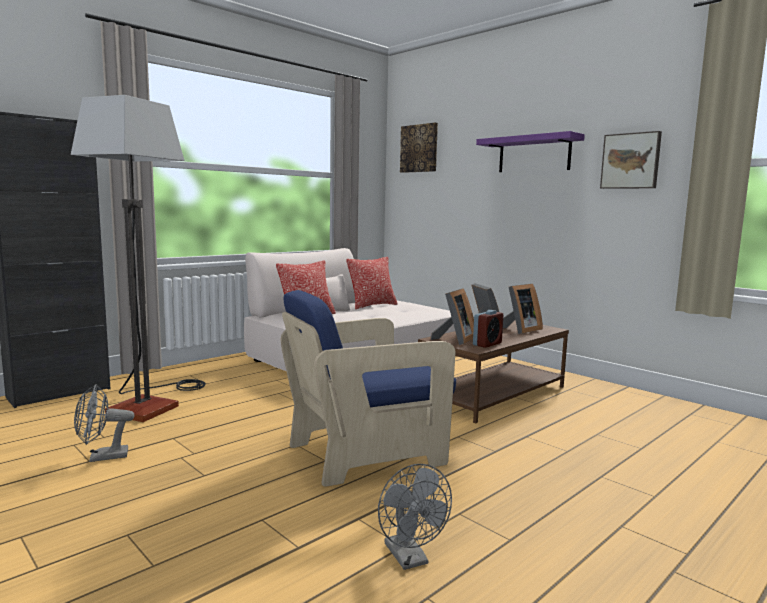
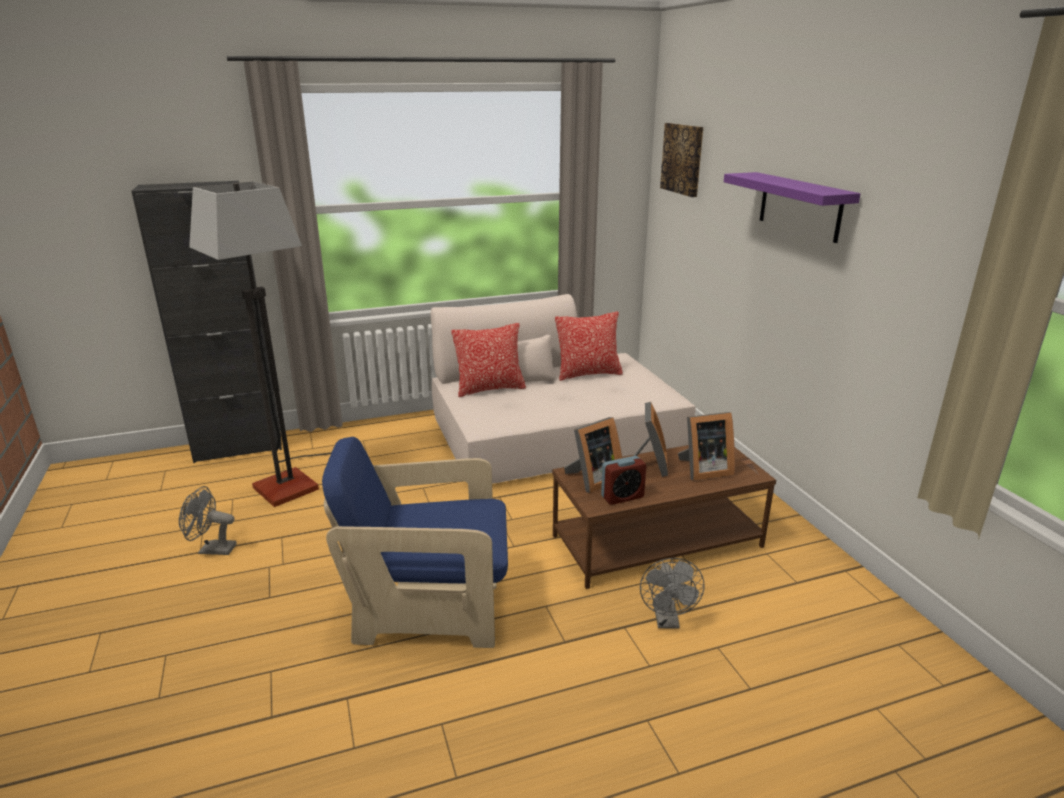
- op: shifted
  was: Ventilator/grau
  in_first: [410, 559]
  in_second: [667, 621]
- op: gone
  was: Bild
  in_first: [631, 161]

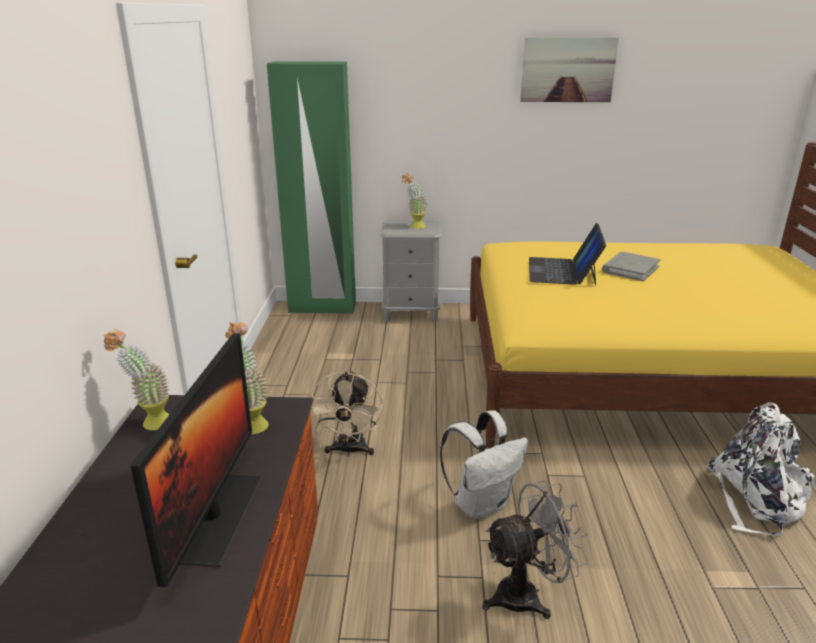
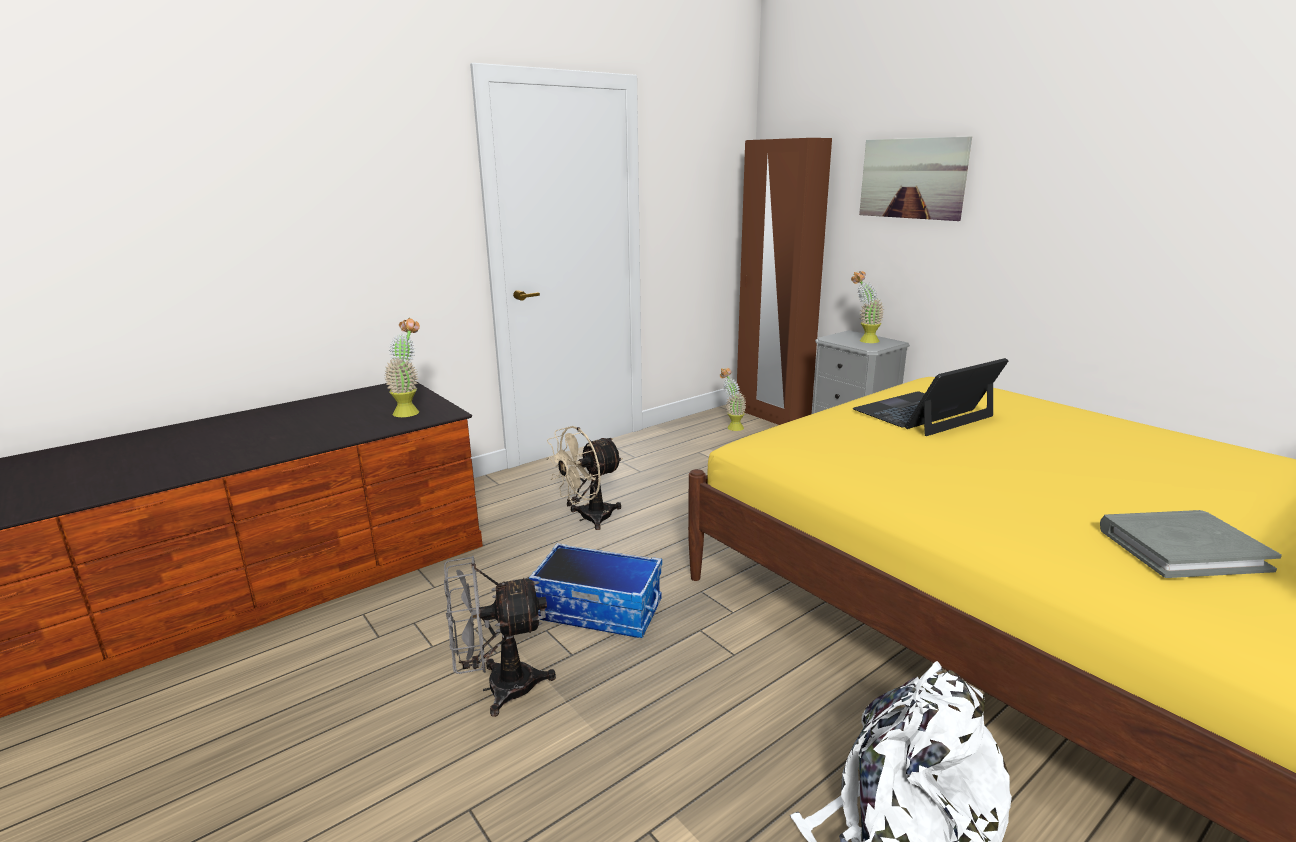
- op: rotated
  was: Ventilator/grau
  in_first: [527, 594]
  in_second: [498, 688]
  clockwise: 135
- op: swapped
  was: Rucksack/weiß
  now: Aufbewahrungsbox
  in_first: [481, 504]
  in_second: [599, 610]
- op: shifted
  was: Topfpflanze
  in_first: [149, 423]
  in_second: [731, 427]
- op: repainted
  was: Kleiderschrank/grün
  now: Kleiderschrank/braun
  in_first: [322, 308]
  in_second: [772, 416]
- op: shifted
  was: Bild
  in_first: [568, 70]
  in_second: [912, 178]
- op: shifted
  was: Buch/grau
  in_first: [630, 269]
  in_second: [1181, 549]
- op: gone
  was: Monitor
  in_first: [215, 517]

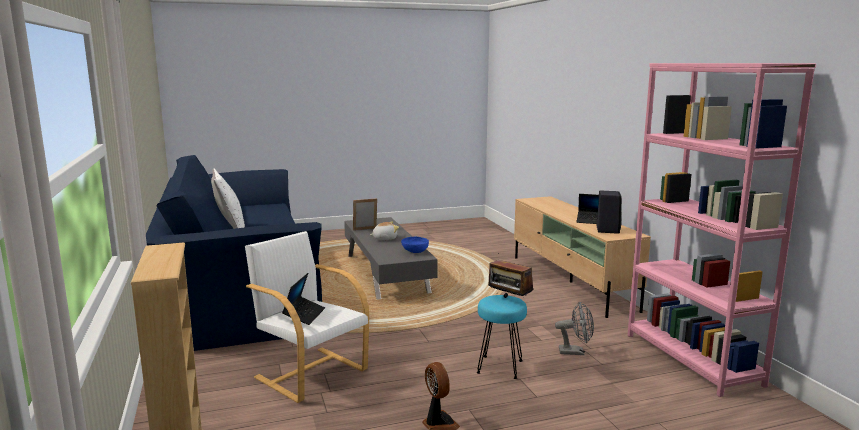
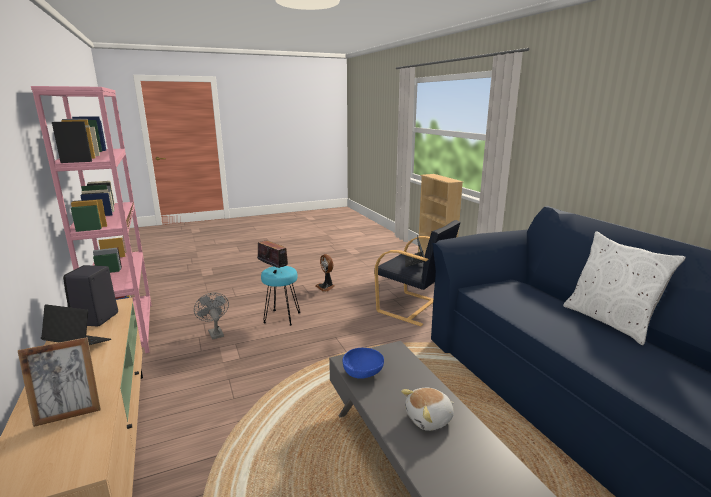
- op: shifted
  was: Bilderrahmen
  in_first: [365, 229]
  in_second: [69, 413]
- op: rotated
  was: Ventilator/grau
  in_first: [575, 352]
  in_second: [214, 332]
  clockwise: 60
- op: repainted
  was: Sessel/weiß
  now: Sessel/schwarz
  in_first: [310, 373]
  in_second: [413, 308]

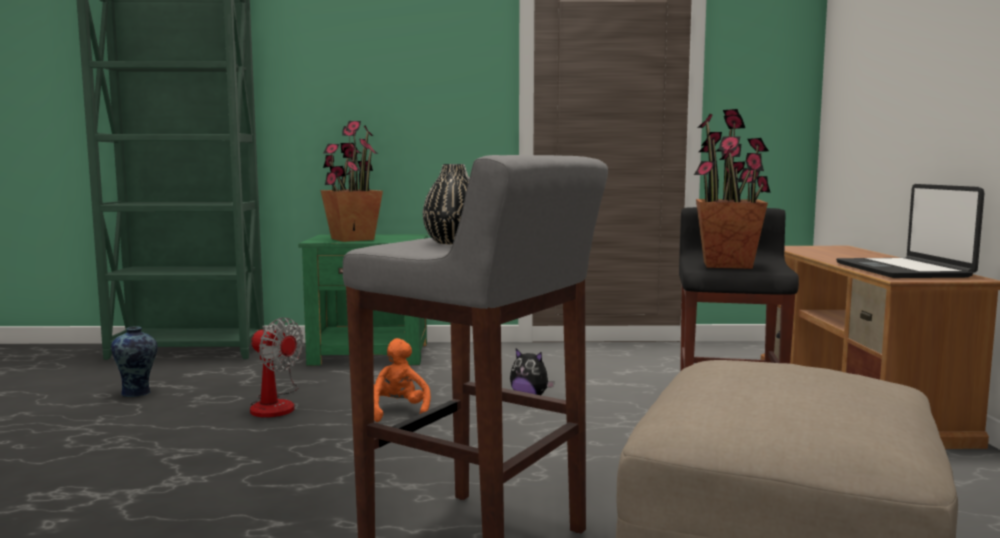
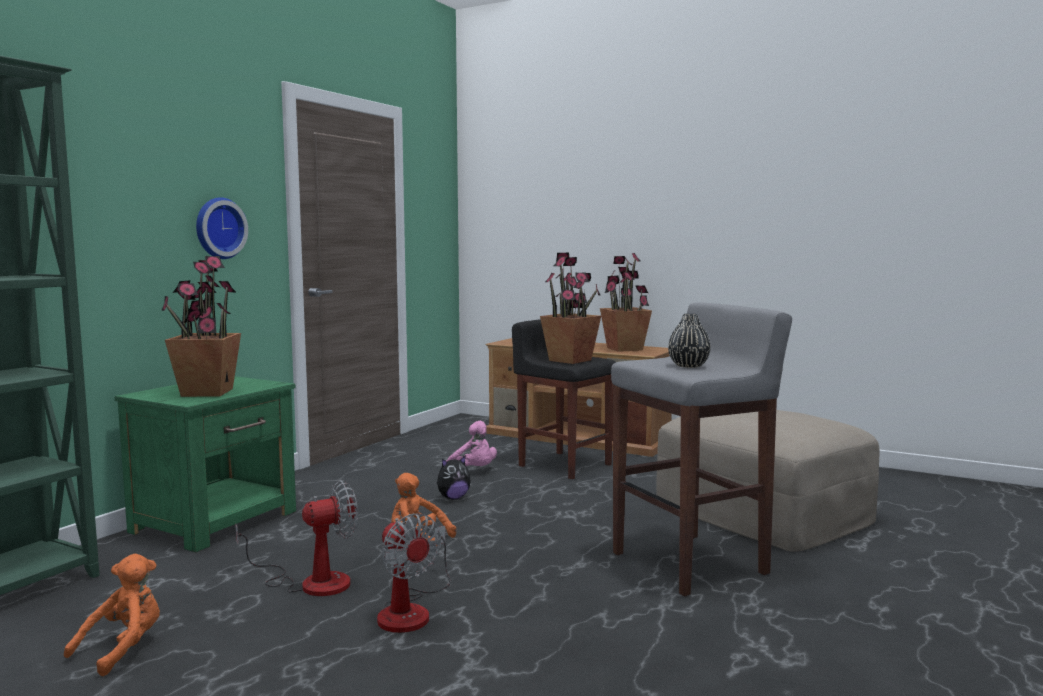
- op: swapped
  was: Vase
  now: Plüschtier/orange
  in_first: [137, 393]
  in_second: [123, 648]
- op: new
  now: Wanduhr
  in_second: [218, 228]
- op: new
  now: Ventilator
  in_second: [411, 610]
- op: new
  now: Plüschtier/rosa
  in_second: [474, 471]
- op: swapped
  was: Laptop
  now: Topfpflanze
  in_first: [903, 270]
  in_second: [624, 349]

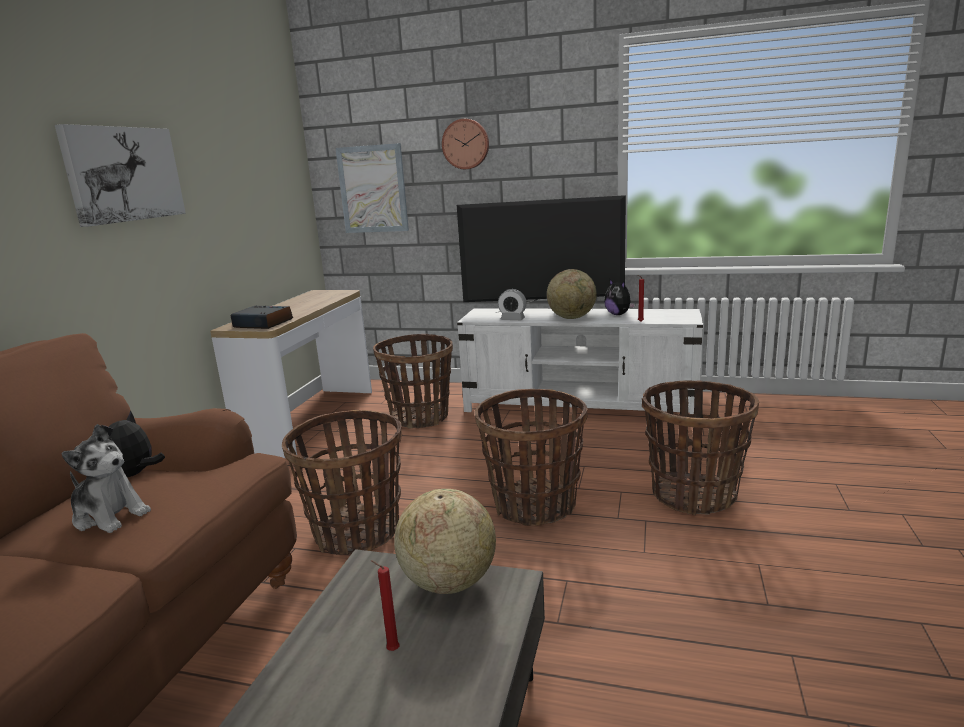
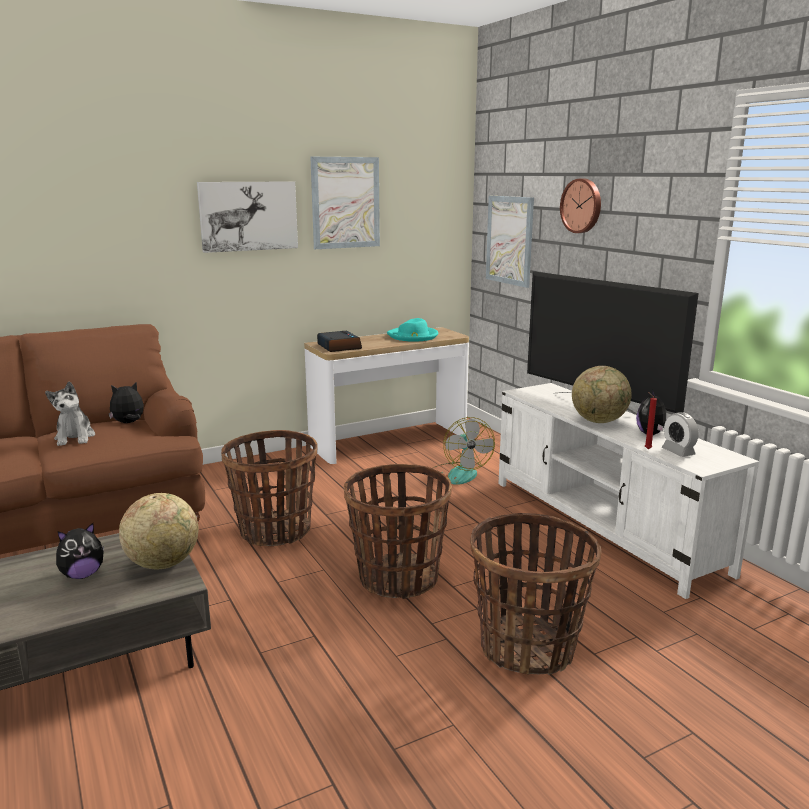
- op: swapped
  was: Kerze/rot
  now: Plüschtier
  in_first: [391, 650]
  in_second: [82, 575]
- op: new
  now: Bild
  in_second: [345, 203]
- op: new
  now: Hut/türkis
  in_second: [413, 336]
- op: swapped
  was: Korb
  now: Ventilator
  in_first: [420, 417]
  in_second: [459, 473]
- op: shifted
  was: Wecker
  in_first: [512, 319]
  in_second: [678, 452]

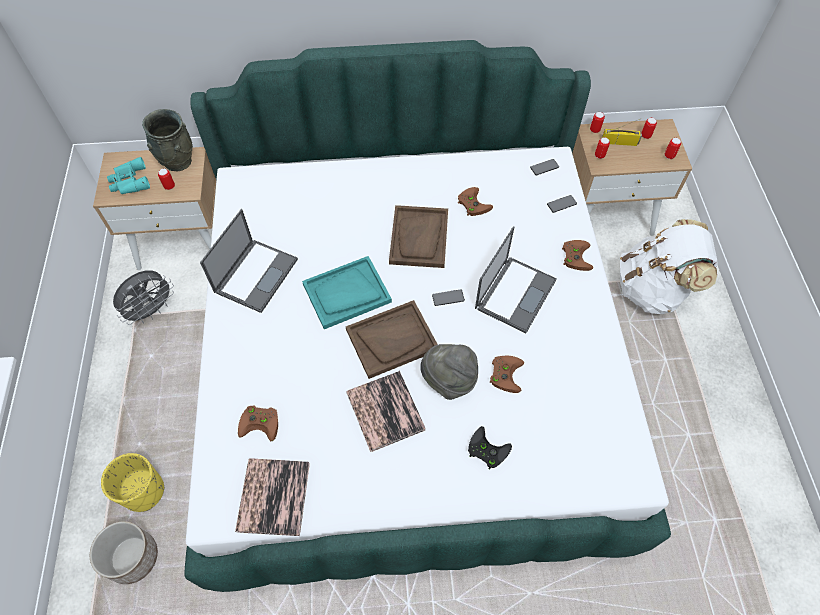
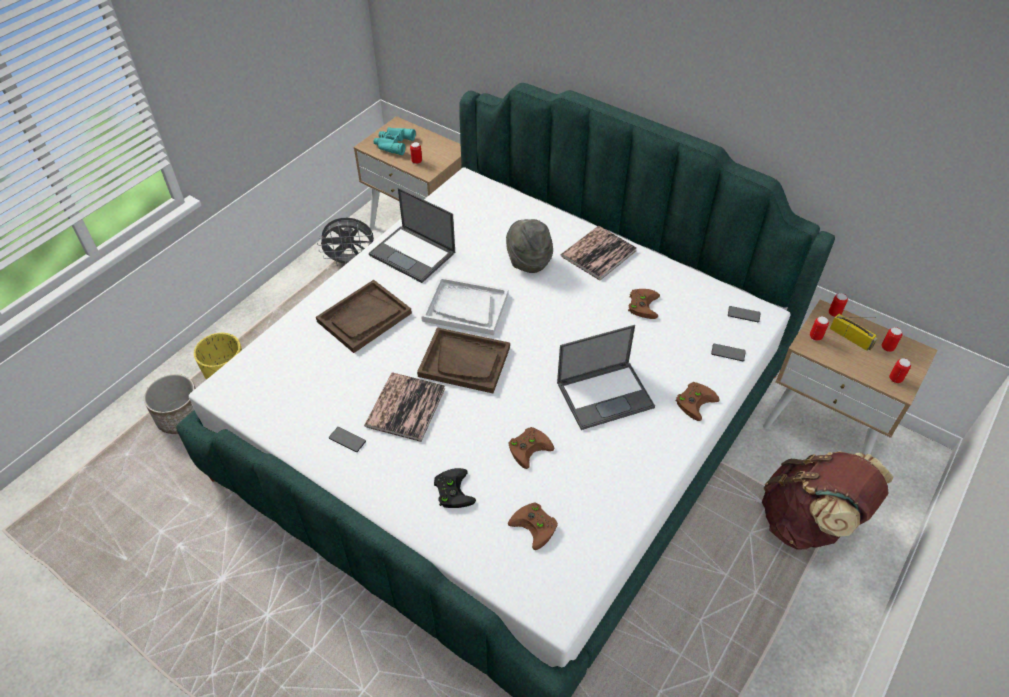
- op: shifted
  was: Tablett/braun
  in_first: [419, 238]
  in_second: [364, 318]
- op: shifted
  was: Handy
  in_first: [448, 298]
  in_second: [347, 440]
- op: rotated
  was: Laptop
  in_first: [256, 274]
  in_second: [413, 254]
  clockwise: 60
- op: repainted
  was: Tablett/türkis
  now: Tablett/weiß
  in_first: [346, 293]
  in_second: [465, 307]
- op: shifted
  was: Hut/grau
  in_first: [449, 380]
  in_second: [528, 260]
- op: shifted
  was: Gamepad/braun
  in_first: [261, 422]
  in_second: [536, 526]
- op: shifted
  was: Buch
  in_first: [273, 496]
  in_second: [598, 253]
- op: repainted
  was: Rucksack/weiß
  now: Rucksack/braun
  in_first: [652, 289]
  in_second: [808, 522]
- op: gone
  was: Vase/grau
  in_first: [177, 161]

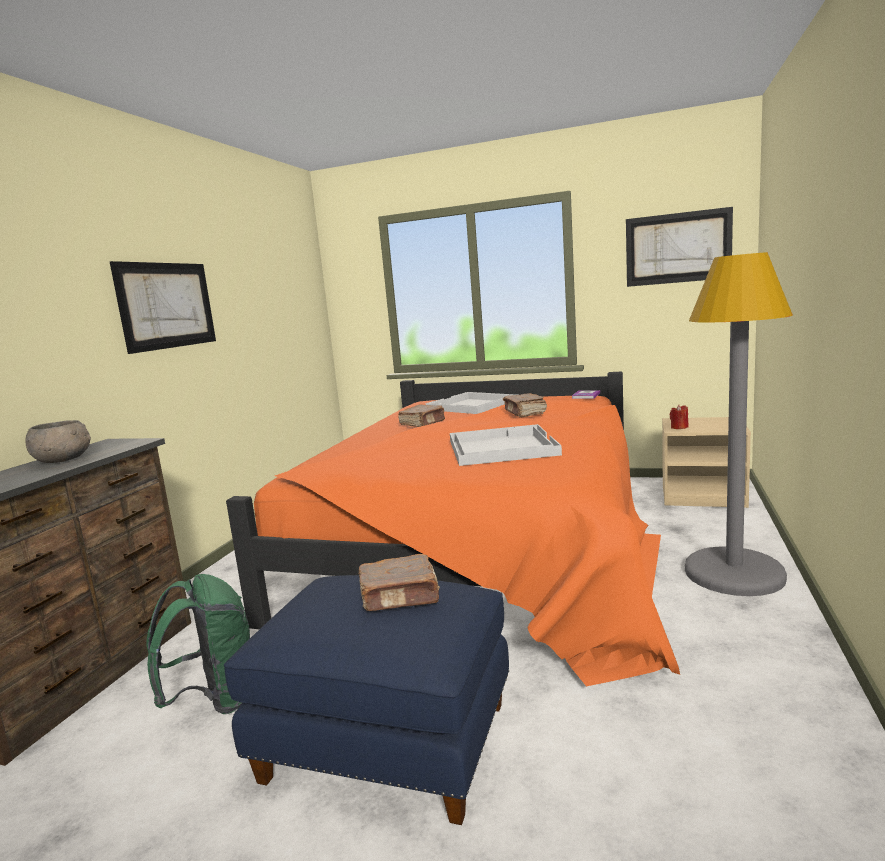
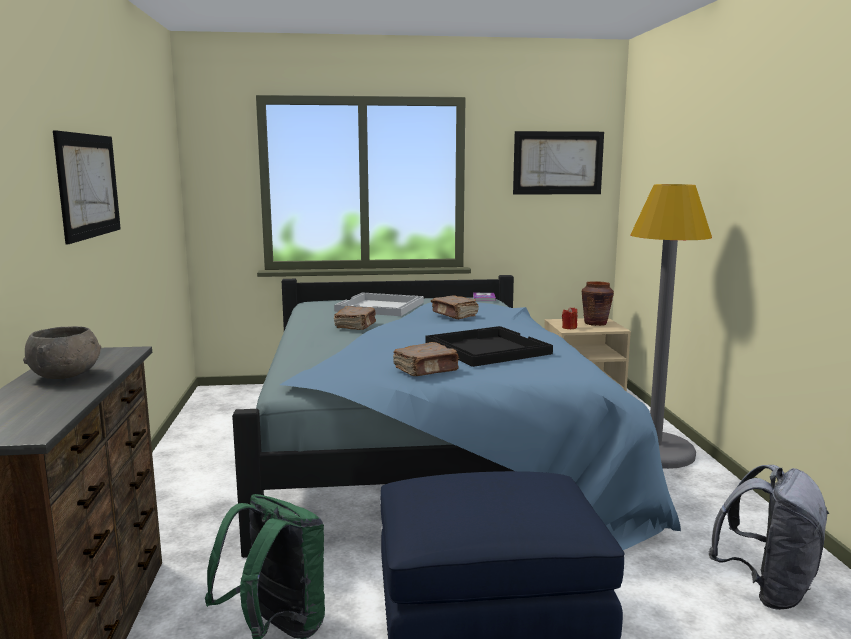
- op: repainted
  was: Bett/orange
  now: Bett/blau
  in_first: [486, 546]
  in_second: [428, 449]
- op: shifted
  was: Buch/braun
  in_first: [400, 597]
  in_second: [426, 370]
- op: repainted
  was: Tablett/weiß
  now: Tablett/schwarz
  in_first: [500, 447]
  in_second: [485, 349]
- op: new
  now: Vase/braun
  in_second: [595, 324]
- op: new
  now: Rucksack/grau
  in_second: [767, 589]

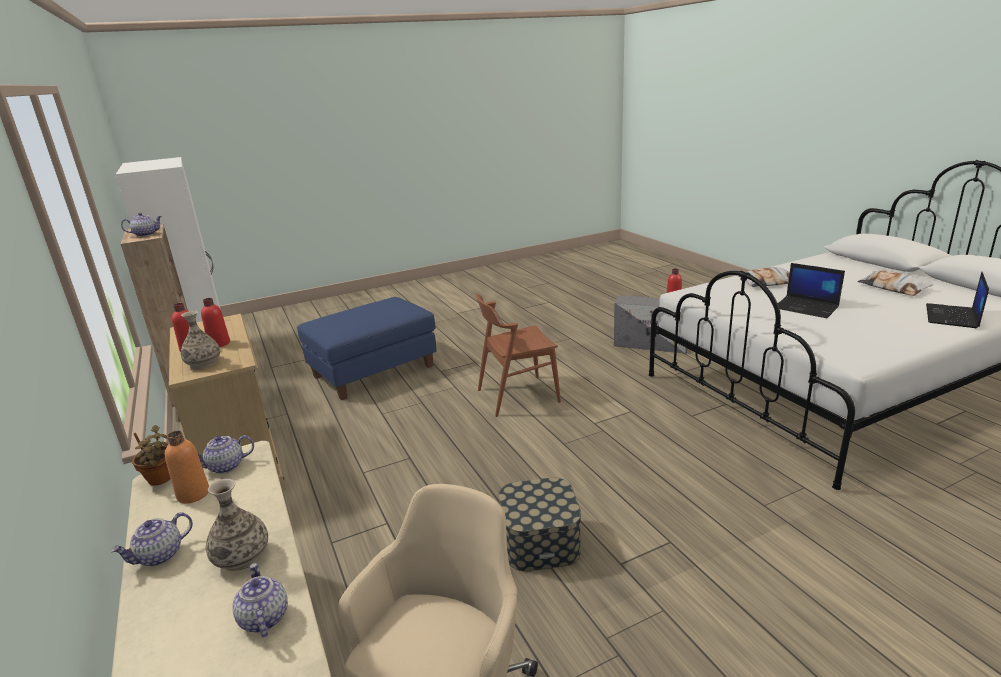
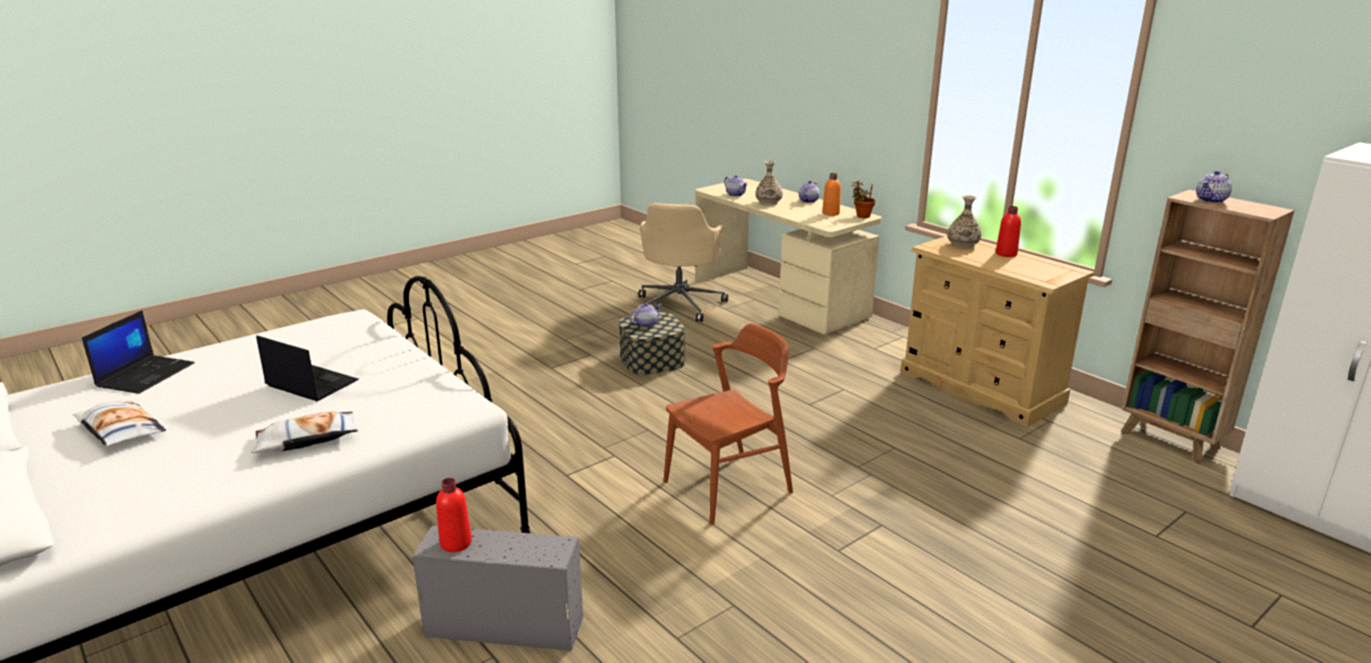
- op: shifted
  was: Teekanne
  in_first: [225, 466]
  in_second: [646, 324]
- op: gone
  was: Flasche/rot
  in_first: [219, 344]
- op: gone
  was: Polsterhocker/blau
  in_first: [374, 371]

